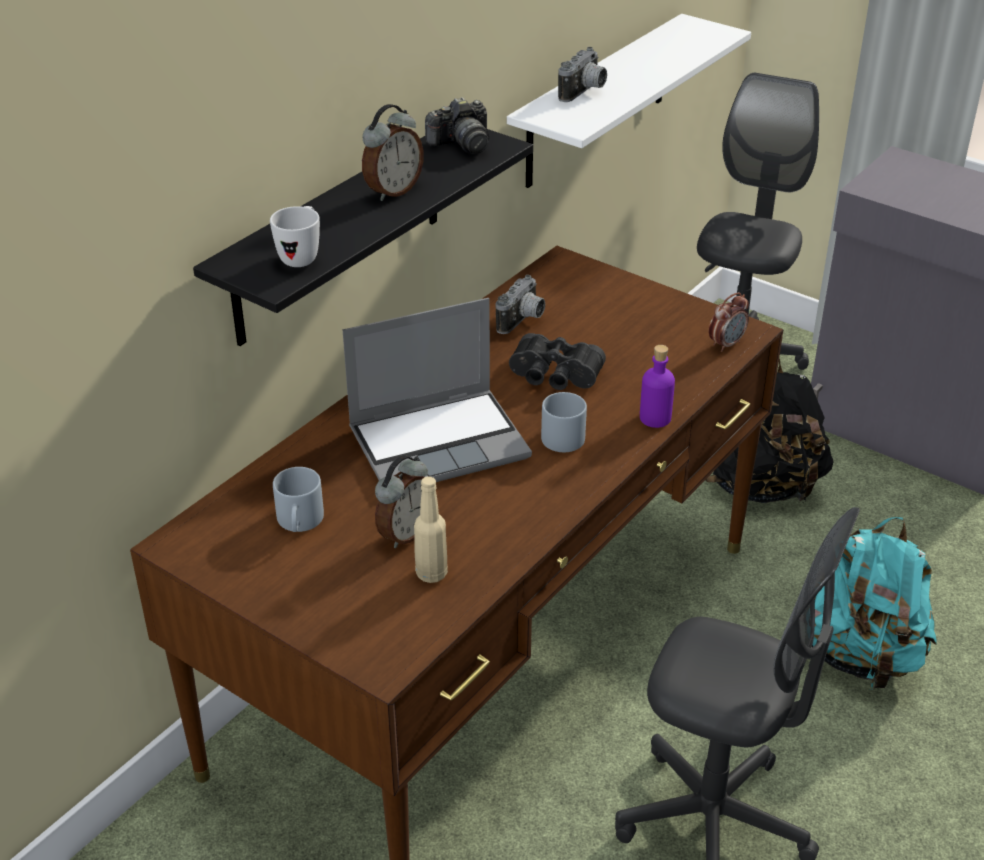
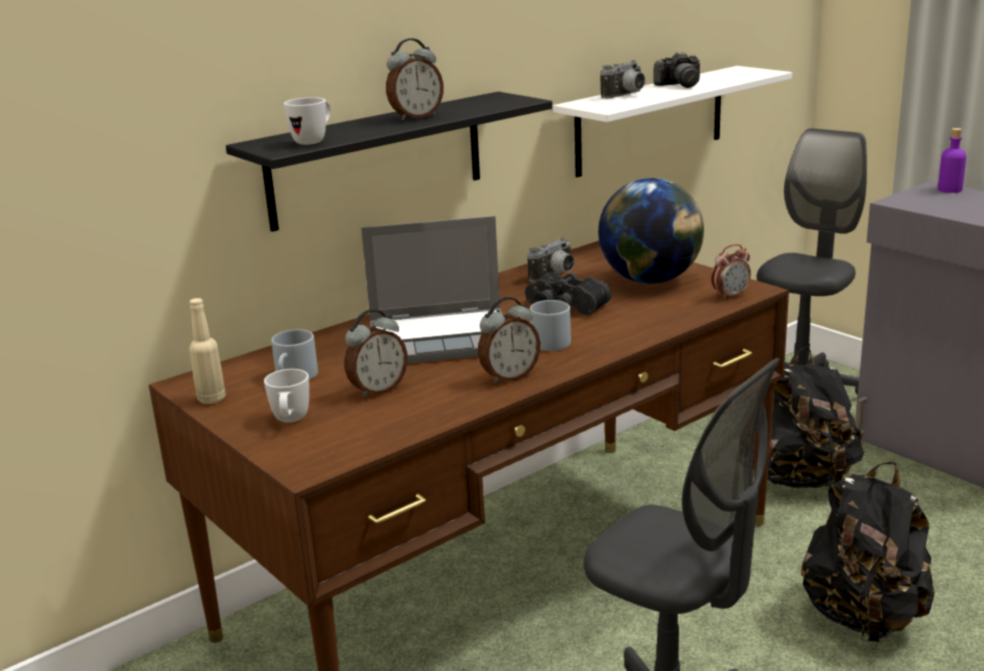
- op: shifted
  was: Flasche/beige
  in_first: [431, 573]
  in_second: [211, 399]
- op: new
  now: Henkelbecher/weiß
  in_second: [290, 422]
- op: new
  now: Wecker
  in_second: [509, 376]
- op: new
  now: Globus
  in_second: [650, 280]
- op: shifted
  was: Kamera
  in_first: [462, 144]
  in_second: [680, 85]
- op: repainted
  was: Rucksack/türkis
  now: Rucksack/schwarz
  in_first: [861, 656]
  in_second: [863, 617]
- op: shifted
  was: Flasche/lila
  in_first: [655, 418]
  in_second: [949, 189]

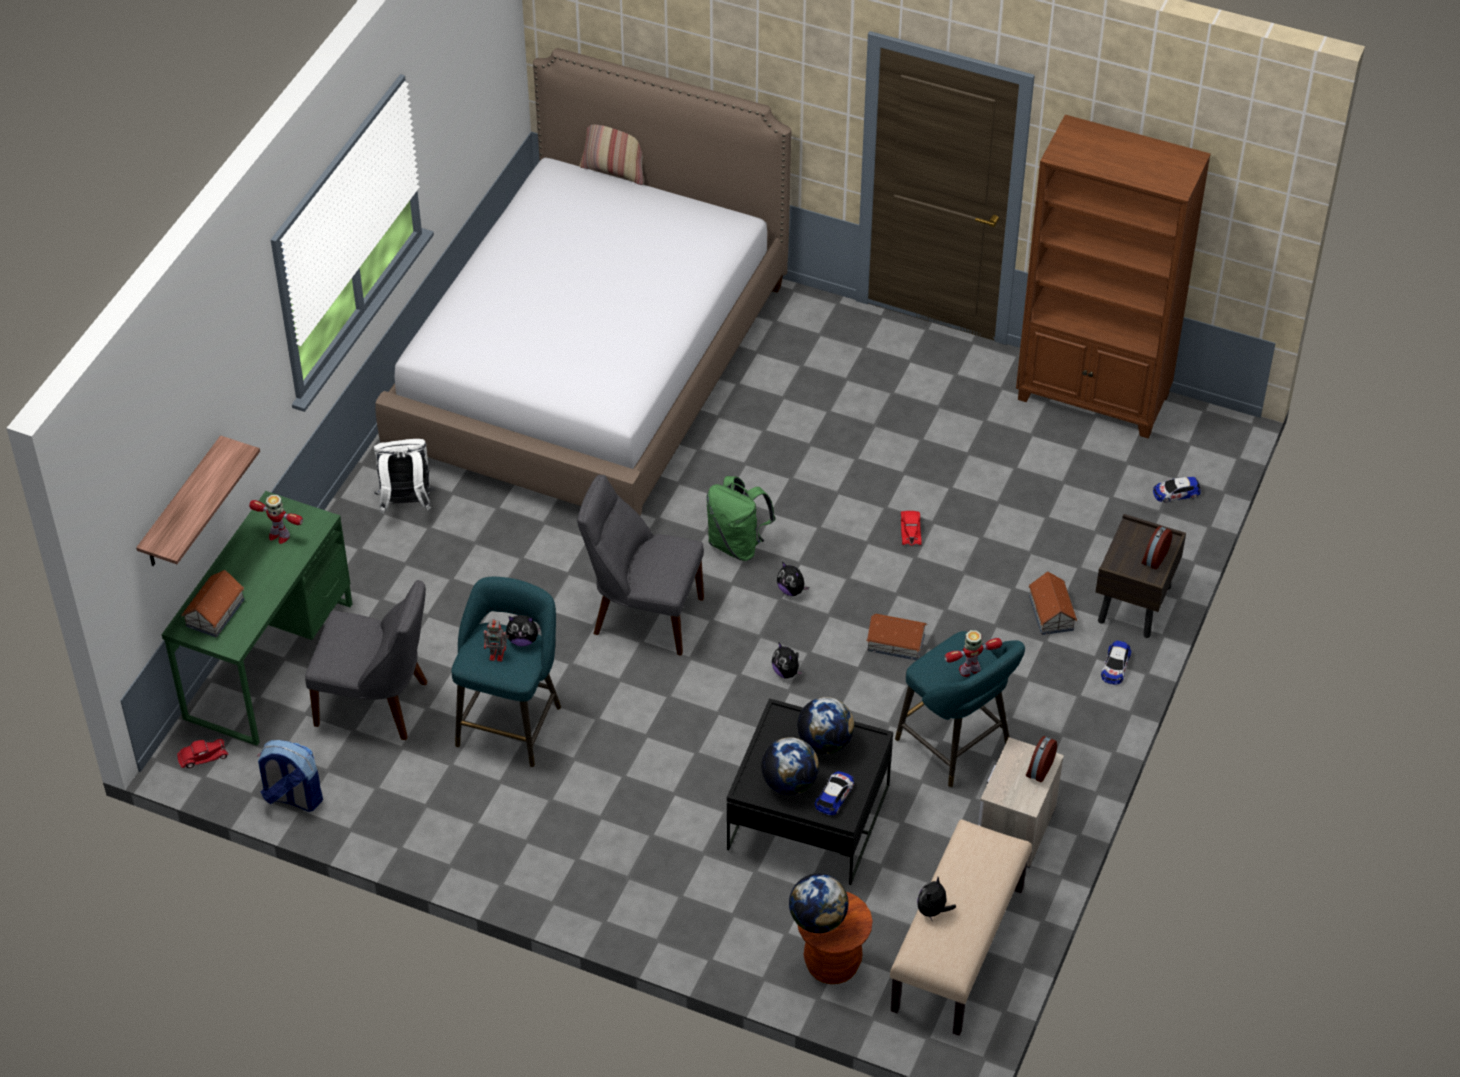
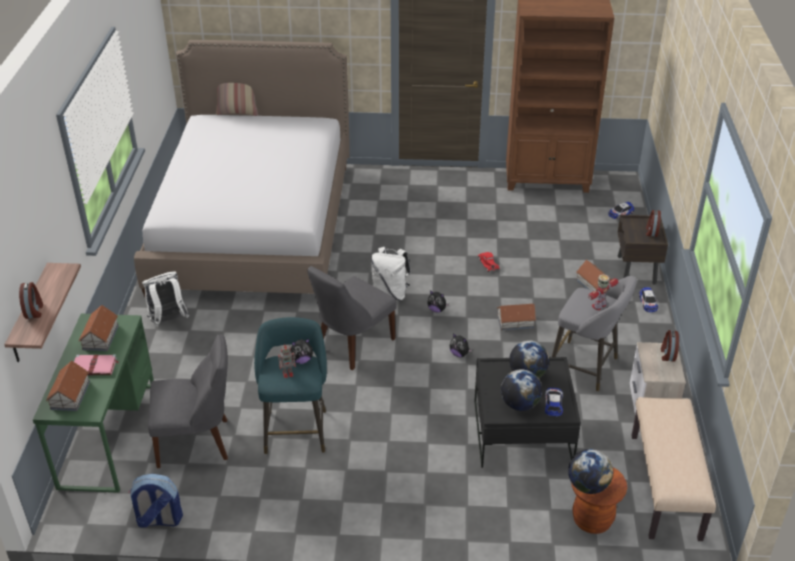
- op: new
  now: Wecker
  in_second: [34, 311]
- op: new
  now: Buch/rosa
  in_second: [95, 367]
- op: swapped
  was: Spielzeugroboter
  now: Spielzeughaus
  in_first: [279, 535]
  in_second: [101, 337]
- op: rotated
  was: Stuhl/grau
  in_first: [643, 615]
  in_second: [352, 345]
  clockwise: -45
- op: repainted
  was: Rucksack/grün
  now: Rucksack/weiß
  in_first: [737, 544]
  in_second: [390, 294]
- op: repainted
  was: Hocker/türkis
  now: Hocker/grau
  in_first: [957, 746]
  in_second: [586, 367]
- op: gone
  was: Spielzeugauto/rot
  in_first: [202, 756]
- op: gone
  was: Plüschtier
  in_first: [933, 911]

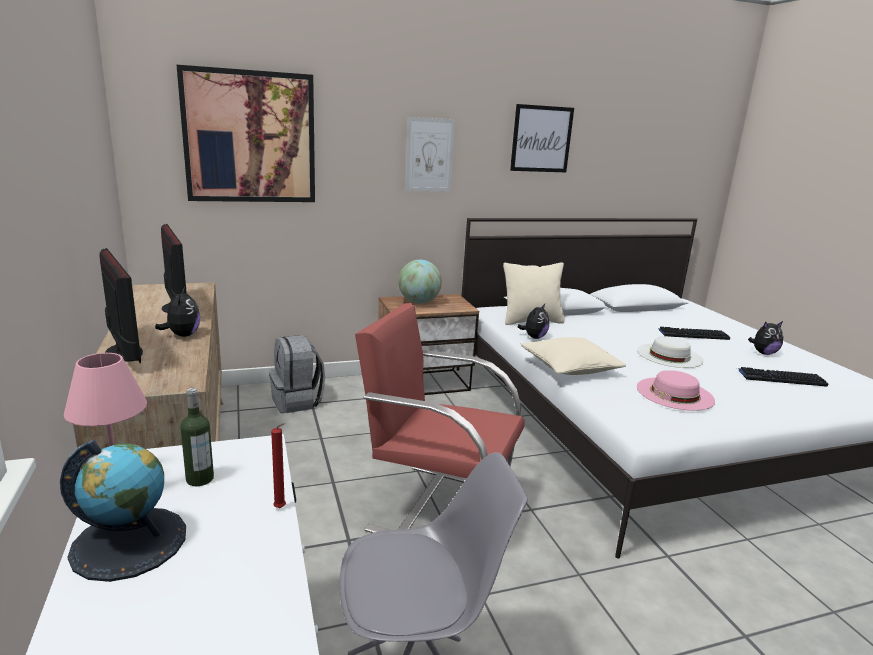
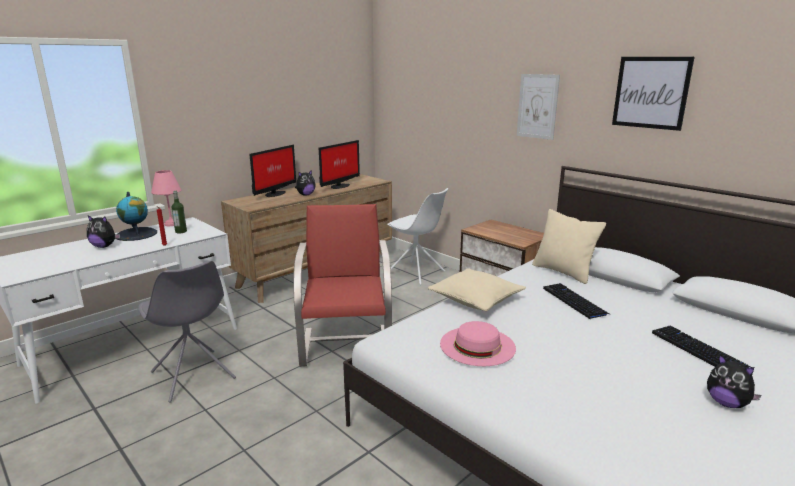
- op: shifted
  was: Plüschtier
  in_first: [534, 337]
  in_second: [104, 246]
- op: swapped
  was: Rucksack/grau
  now: Stuhl/weiß
  in_first: [297, 401]
  in_second: [416, 273]
- op: shifted
  was: Tastatur
  in_first: [780, 378]
  in_second: [574, 301]
- op: gone
  was: Bild
  in_first: [250, 137]
- op: gone
  was: Globus
  in_first: [419, 302]
- op: gone
  was: Hut/weiß
  in_first: [669, 355]

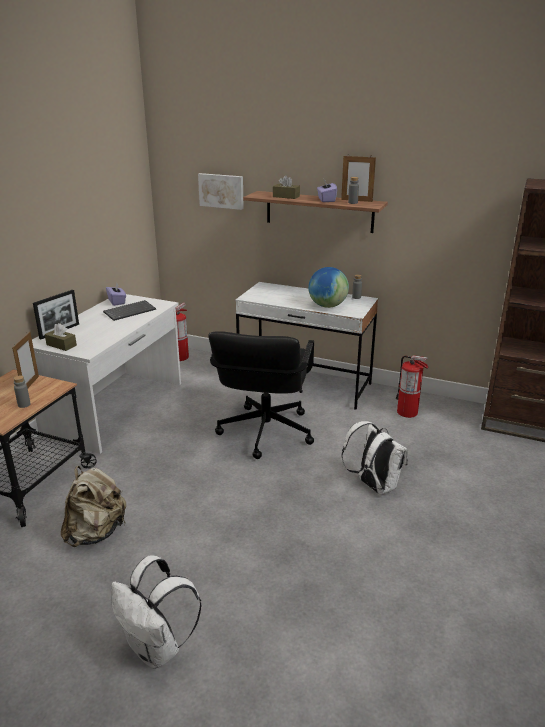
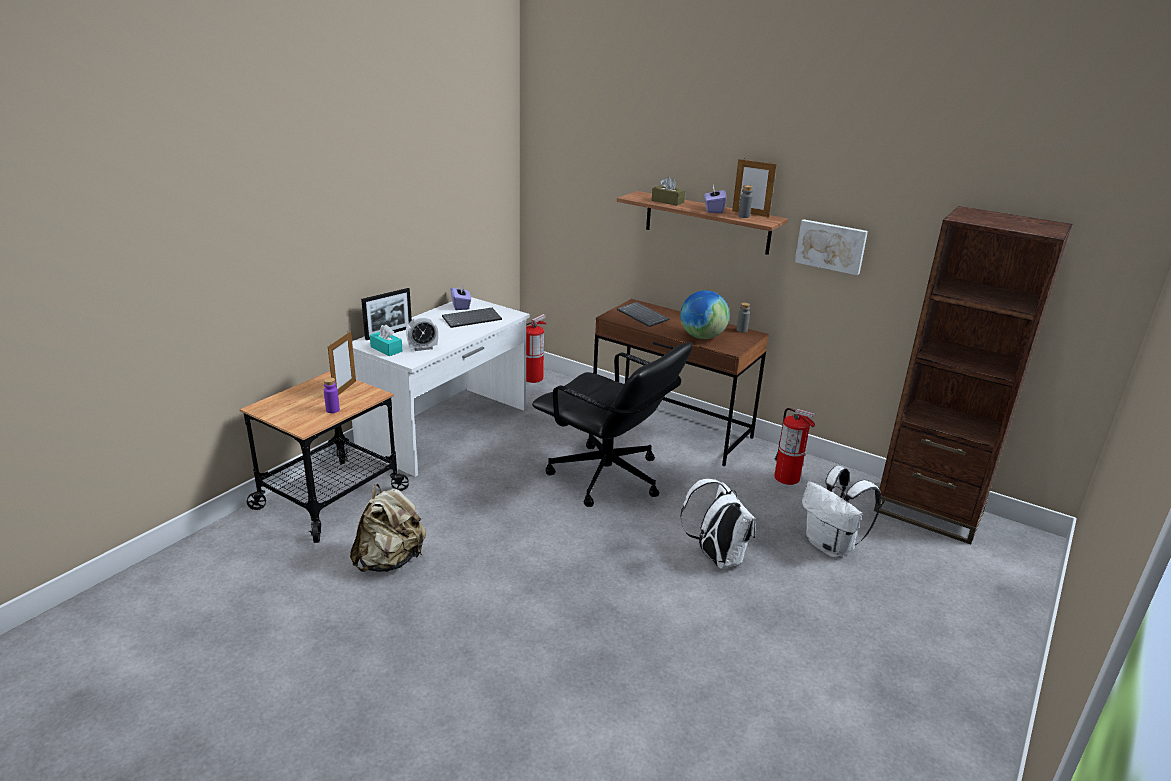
- op: repainted
  was: Flasche/grau
  now: Flasche/lila
  in_first: [24, 404]
  in_second: [332, 410]
- op: repainted
  was: Taschentuchbox/braun
  now: Taschentuchbox/türkis
  in_first: [61, 345]
  in_second: [386, 349]
- op: new
  now: Wecker
  in_second: [423, 348]
- op: rotated
  was: Bürostuhl/schwarz
  in_first: [265, 432]
  in_second: [607, 478]
  clockwise: -75
- op: repainted
  was: Schreibtisch/weiß
  now: Schreibtisch/braun
  in_first: [305, 385]
  in_second: [671, 429]
- op: new
  now: Tastatur
  in_second: [643, 316]
- op: shifted
  was: Bild
  in_first: [221, 191]
  in_second: [831, 246]
- op: shifted
  was: Rucksack/weiß
  in_first: [157, 649]
  in_second: [831, 547]

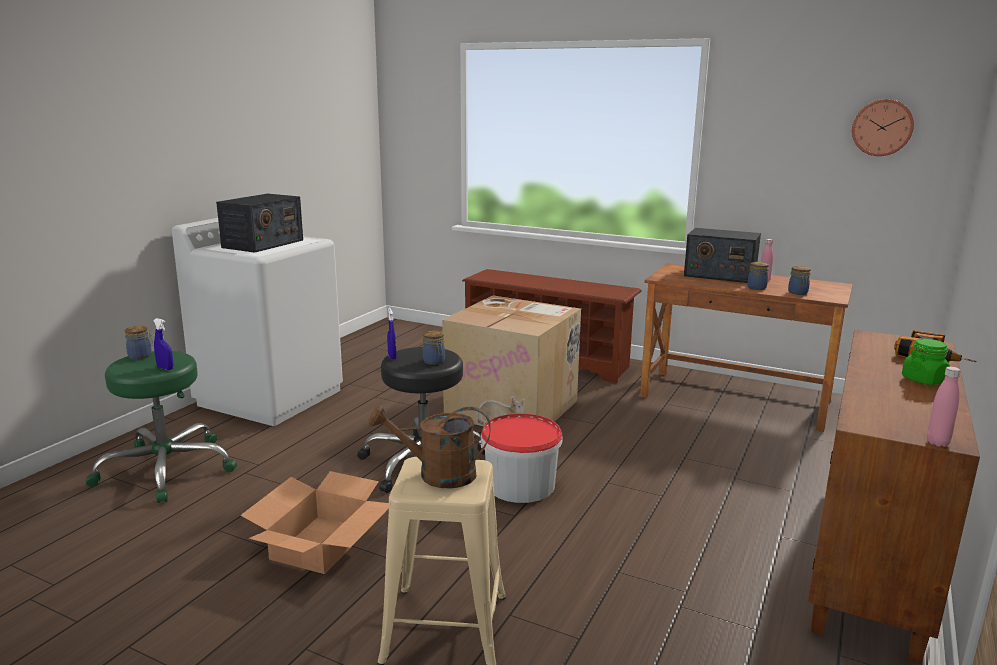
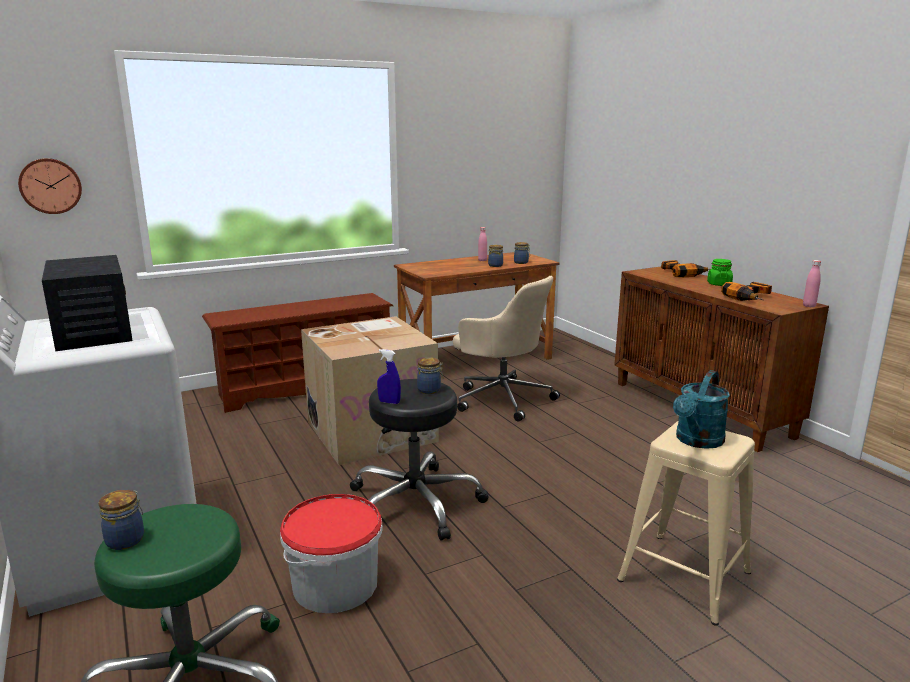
- op: shifted
  was: Wanduhr
  in_first: [882, 127]
  in_second: [50, 186]
- op: shifted
  was: Eimer
  in_first: [521, 485]
  in_second: [335, 584]
- op: new
  now: Bürostuhl/beige
  in_second: [502, 398]
- op: repainted
  was: Gießkanne/braun
  now: Gießkanne/türkis
  in_first: [436, 475]
  in_second: [697, 441]
- op: new
  now: Bohrmaschine
  in_second: [751, 298]
- op: gone
  was: Sprühflasche/blau
  in_first: [165, 368]
- op: gone
  was: Karton
  in_first: [321, 544]
- op: gone
  was: Radio
  in_first: [719, 275]

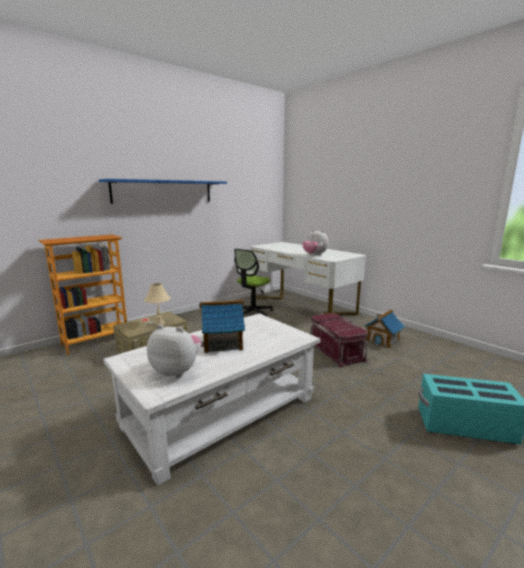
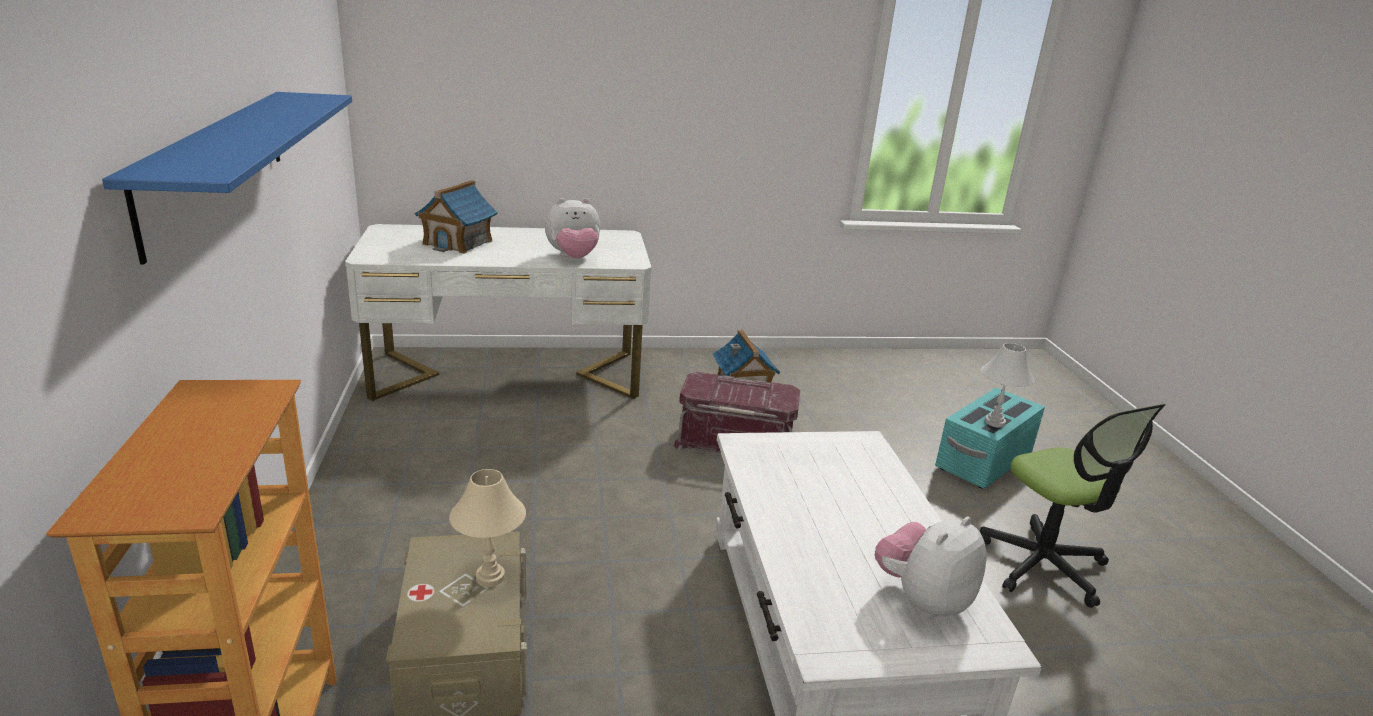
- op: shifted
  was: Spielzeughaus
  in_first: [223, 343]
  in_second: [458, 242]
- op: shifted
  was: Bürostuhl
  in_first: [252, 313]
  in_second: [1043, 565]
- op: new
  now: Tischlampe/weiß
  in_second: [994, 422]

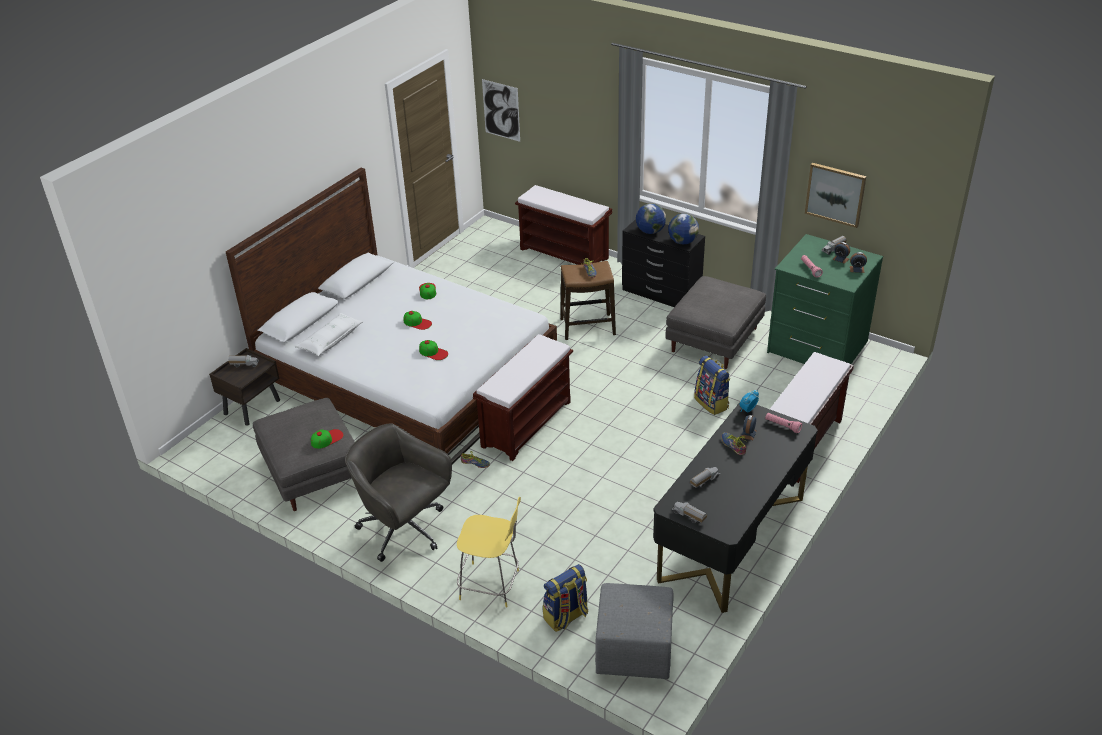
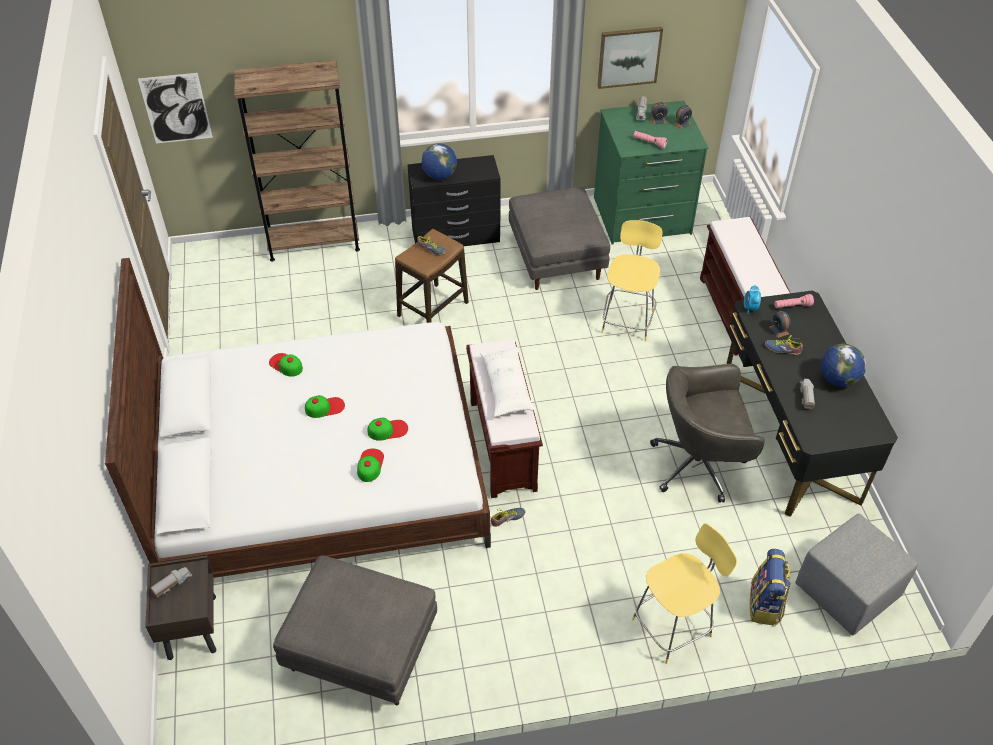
- op: swapped
  was: Bank/braun
  now: Bücherregal/braun
  in_first: [565, 253]
  in_second: [314, 243]
- op: shifted
  was: Kappe
  in_first: [327, 439]
  in_second: [370, 465]
- op: shifted
  was: Kissen/weiß
  in_first: [330, 340]
  in_second: [506, 387]
- op: swapped
  was: Rucksack
  now: Hocker/gelb
  in_first: [712, 403]
  in_second: [628, 319]
- op: shifted
  was: Bürostuhl/grau
  in_first: [404, 530]
  in_second: [700, 464]
- op: shifted
  was: Globus
  in_first: [682, 242]
  in_second: [838, 379]
- op: gone
  was: Spielzeuglaster
  in_first: [689, 516]

